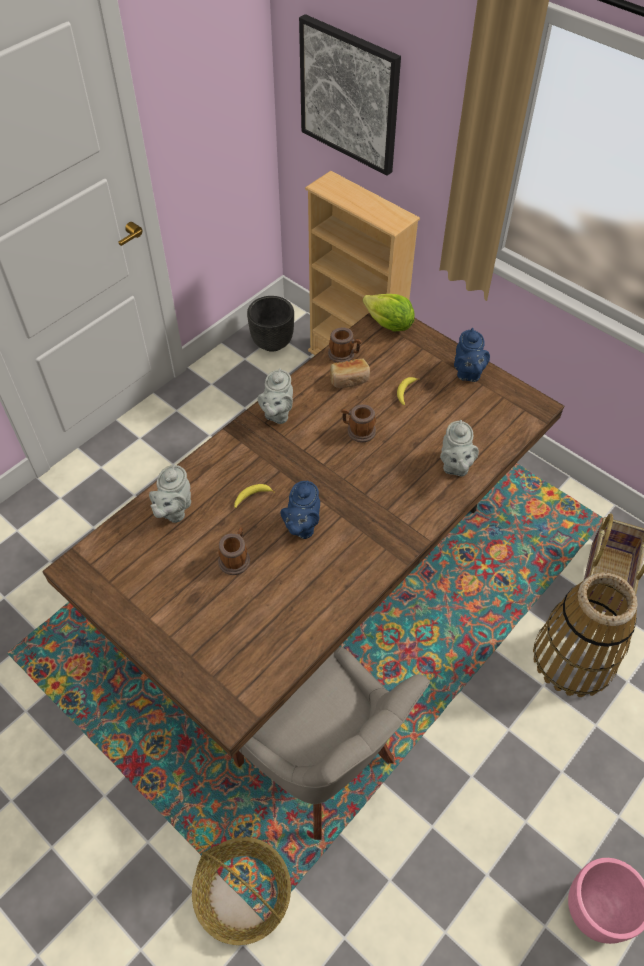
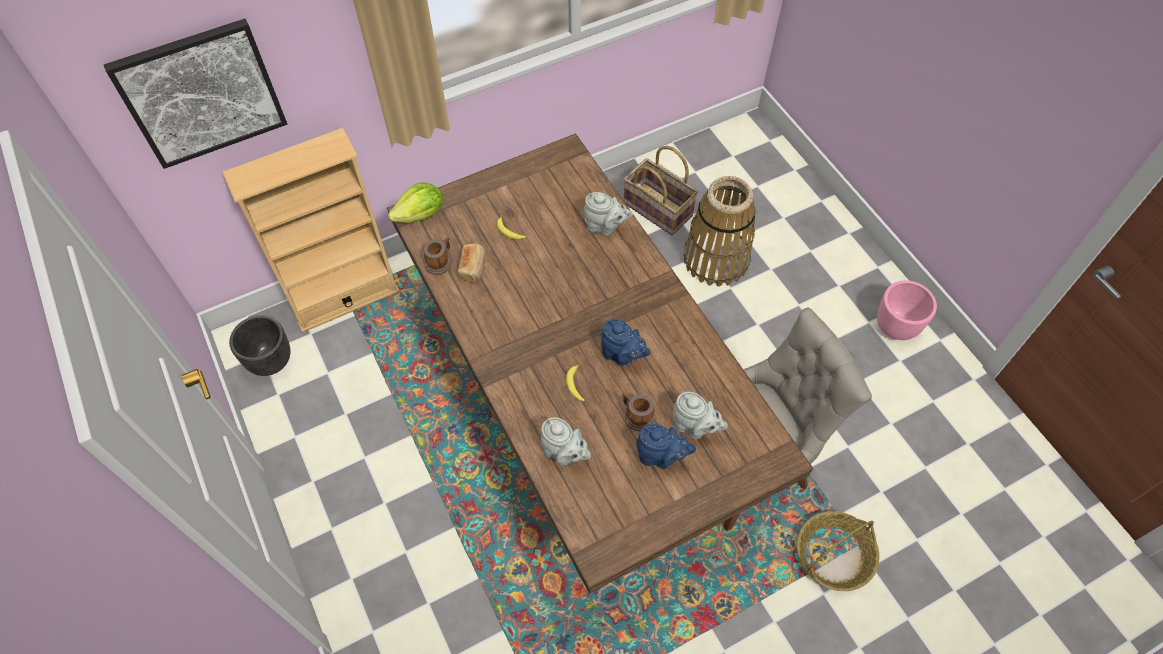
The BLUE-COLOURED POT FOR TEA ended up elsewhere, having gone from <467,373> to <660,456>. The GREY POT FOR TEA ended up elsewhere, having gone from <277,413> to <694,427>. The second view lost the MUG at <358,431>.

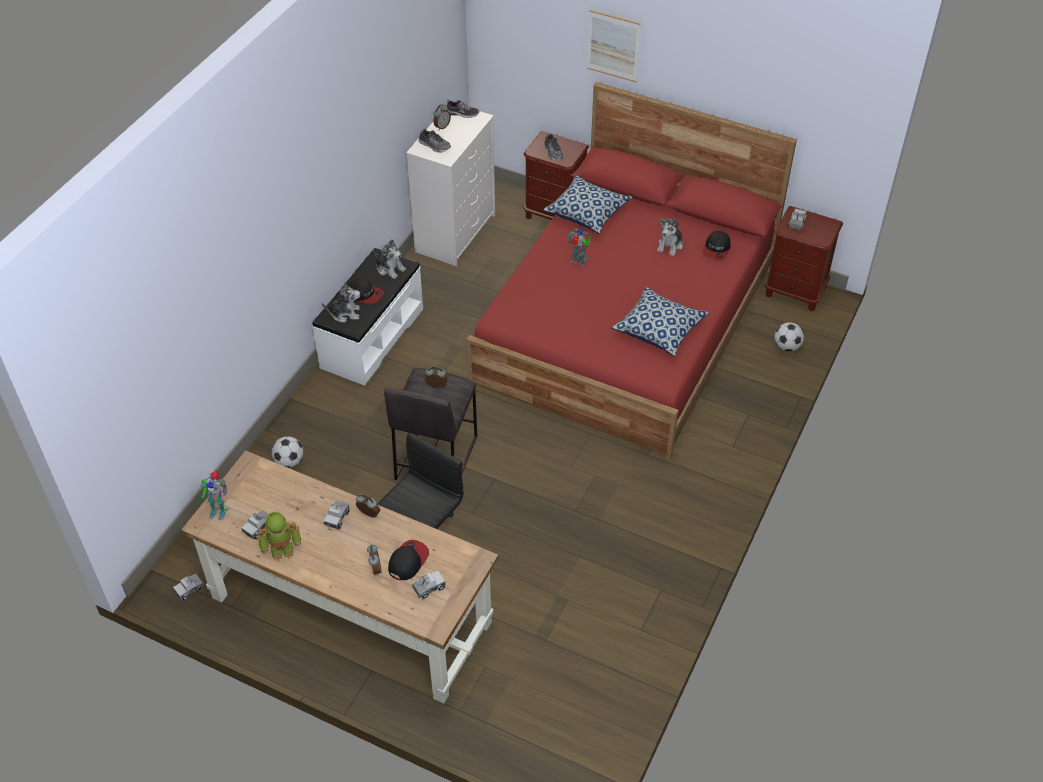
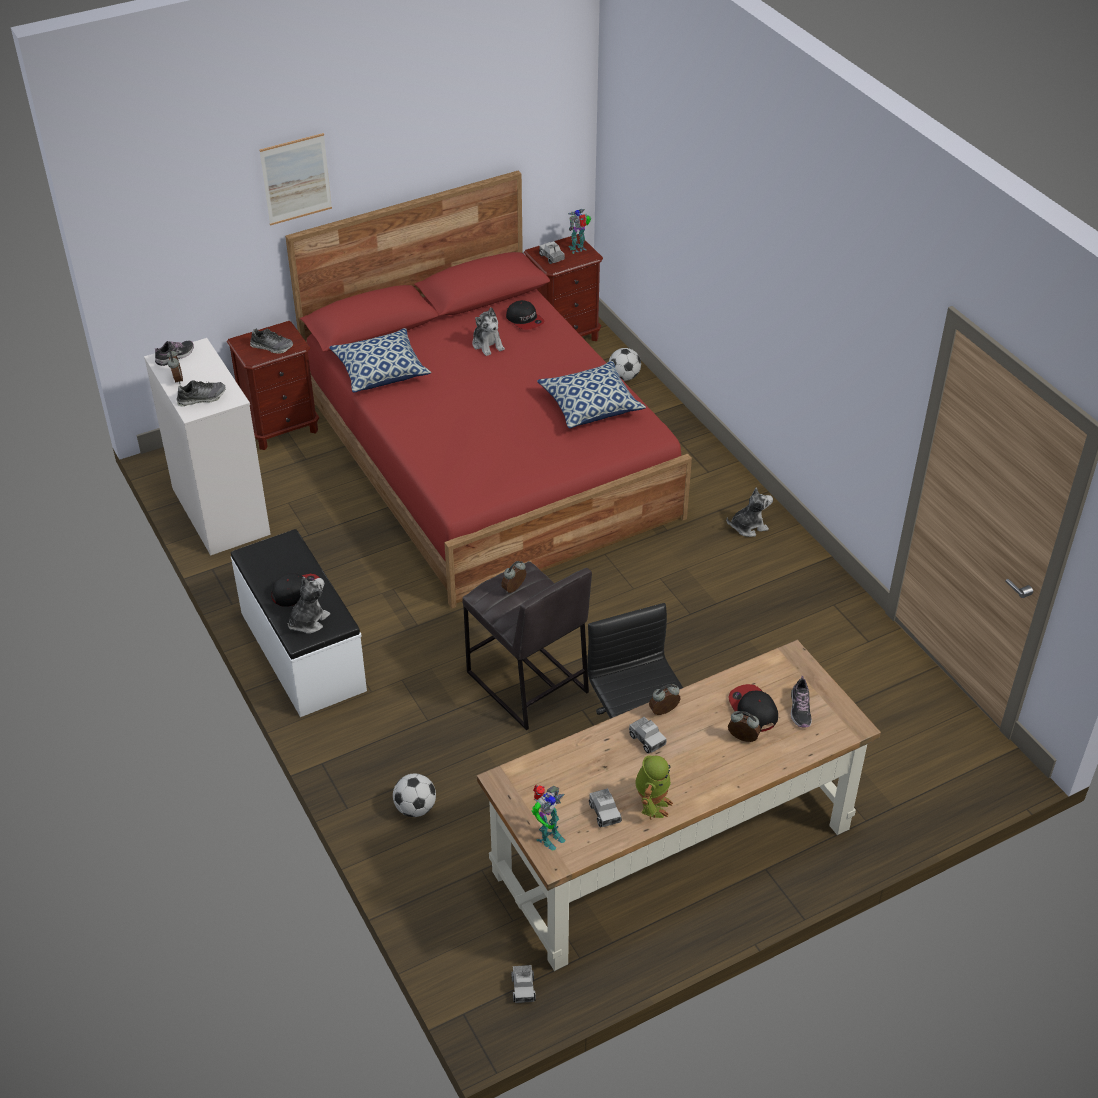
The ROBOT FIGURE ended up elsewhere, having gone from <579,261> to <578,249>. The SOFT TOY ended up elsewhere, having gone from <390,268> to <748,526>. Where the TOY LORRY stood at <429,587>, the SHOE came to stand at <800,709>.

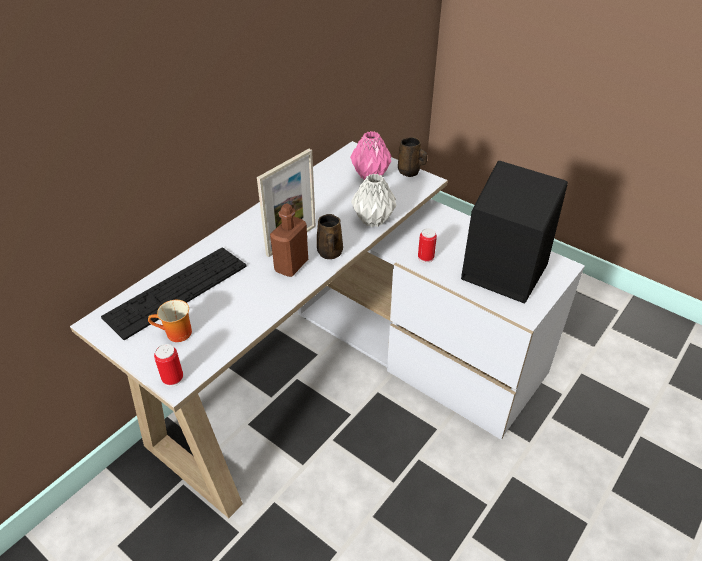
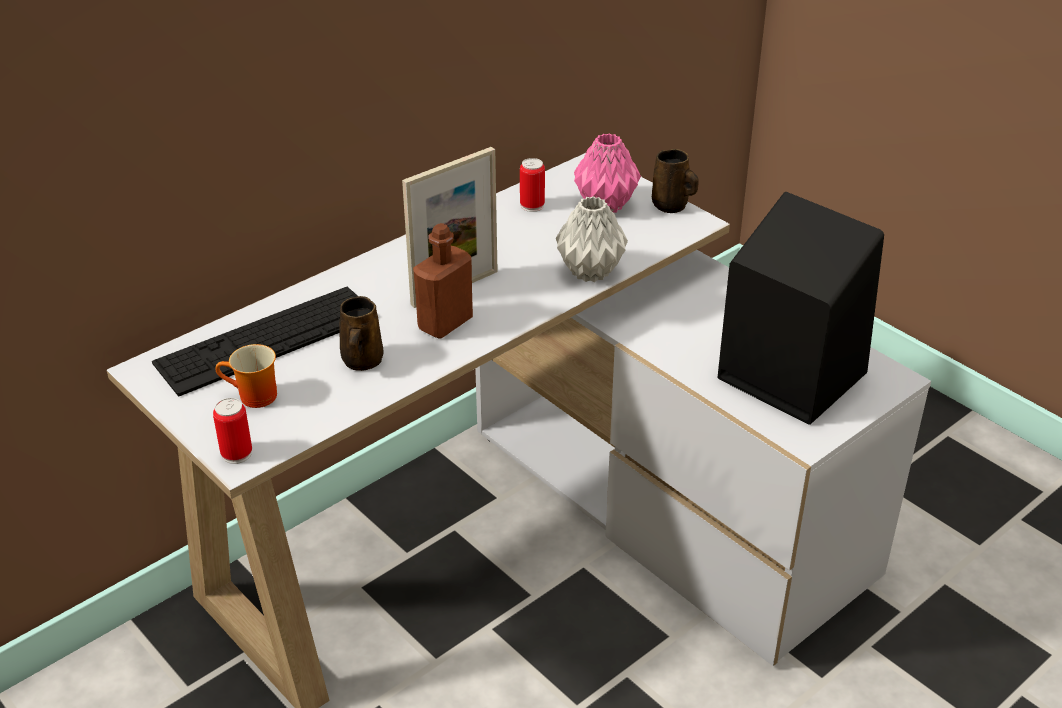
The BROWN-COLOURED MUG ended up elsewhere, having gone from <330,253> to <361,361>. The SEALED CAN ended up elsewhere, having gone from <425,257> to <532,205>.

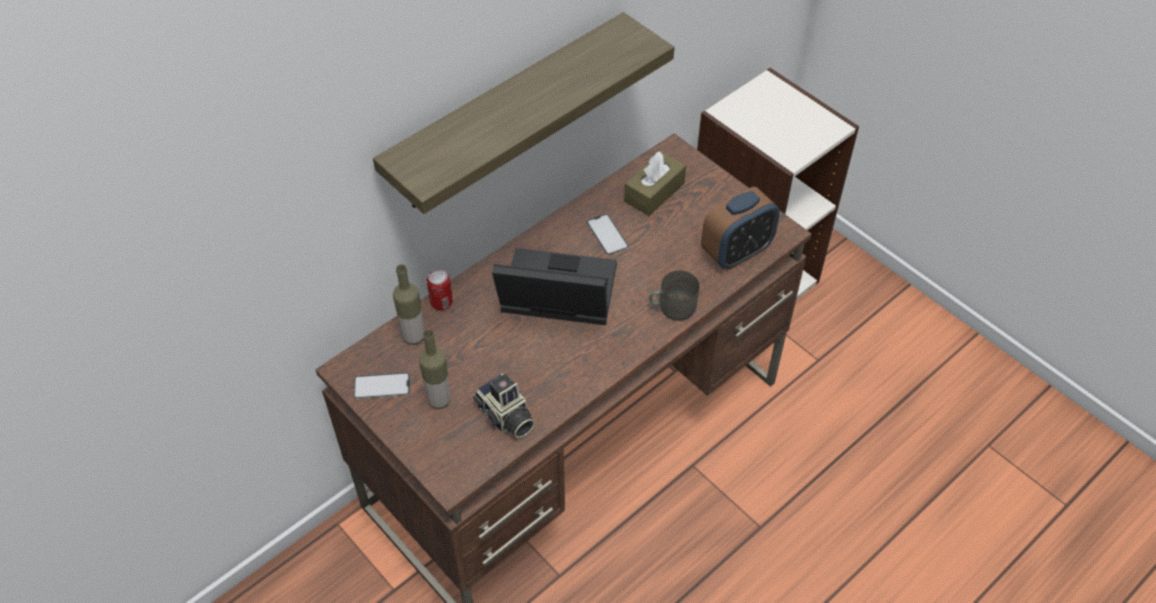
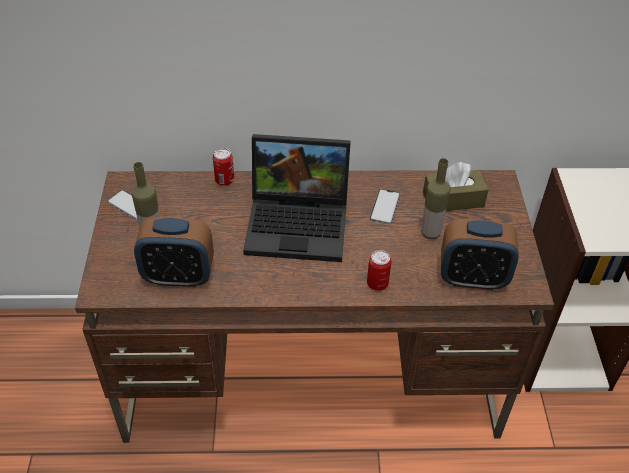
The second view lost the BRACKET SHELF at <507,114>. The PORTABLE COMPUTER at <554,297> ended up facing another way, 135 degrees clockwise from before. The BOTTLE ended up elsewhere, having gone from <413,337> to <430,233>. Where the GREY MUG stood at <672,307>, the SEALED CAN came to stand at <377,284>. Where the PHOTO CAMERA stood at <505,417>, the BEDSIDE CLOCK came to stand at <178,276>.

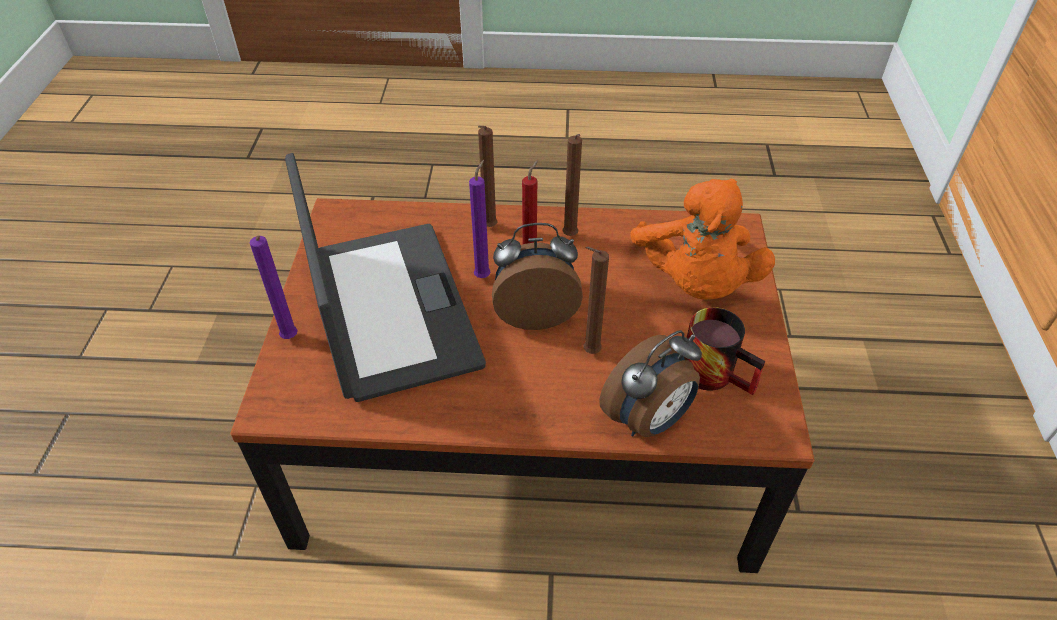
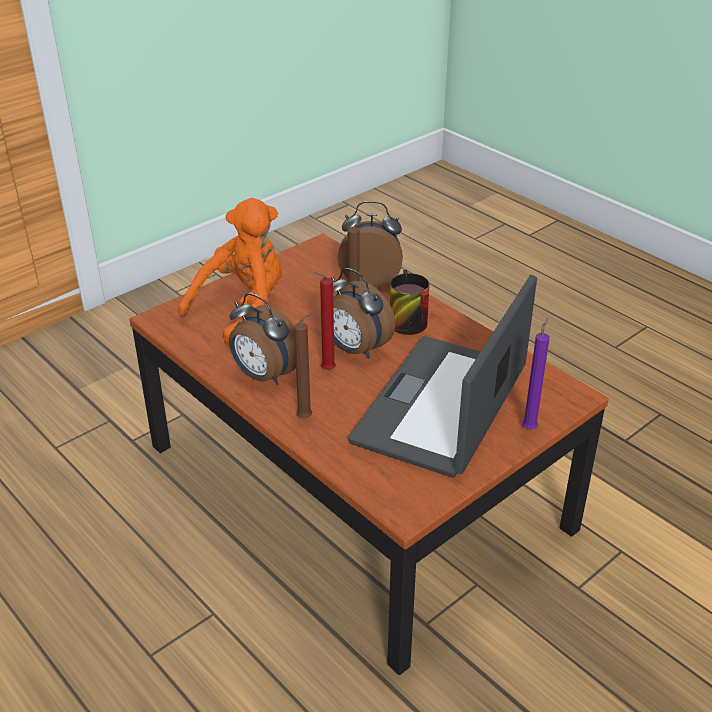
Where the BROWN-COLOURED CANDLE stood at <570,237>, the BEDSIDE CLOCK came to stand at <264,376>. The second view lost the PURPLE CANDLE at <484,275>. The MUG ended up elsewhere, having gone from <717,372> to <403,319>.

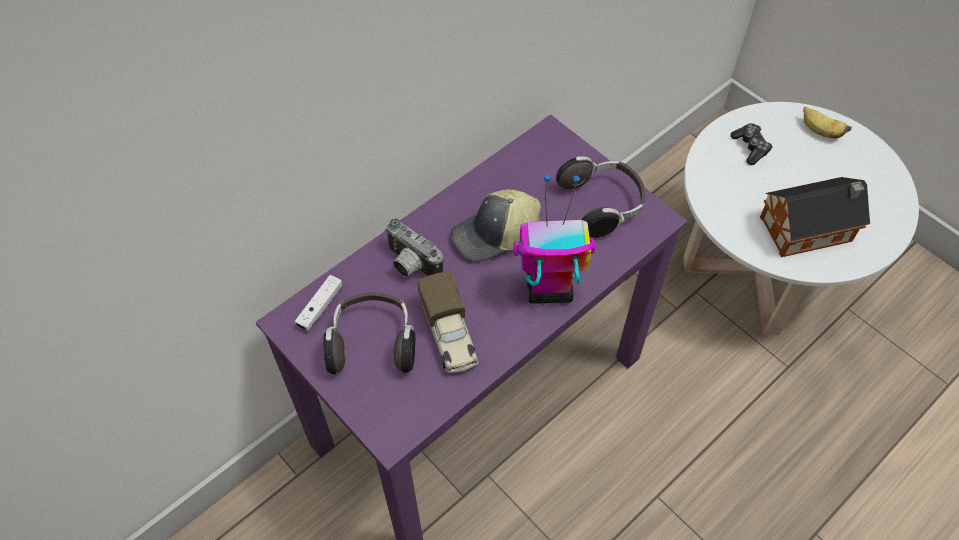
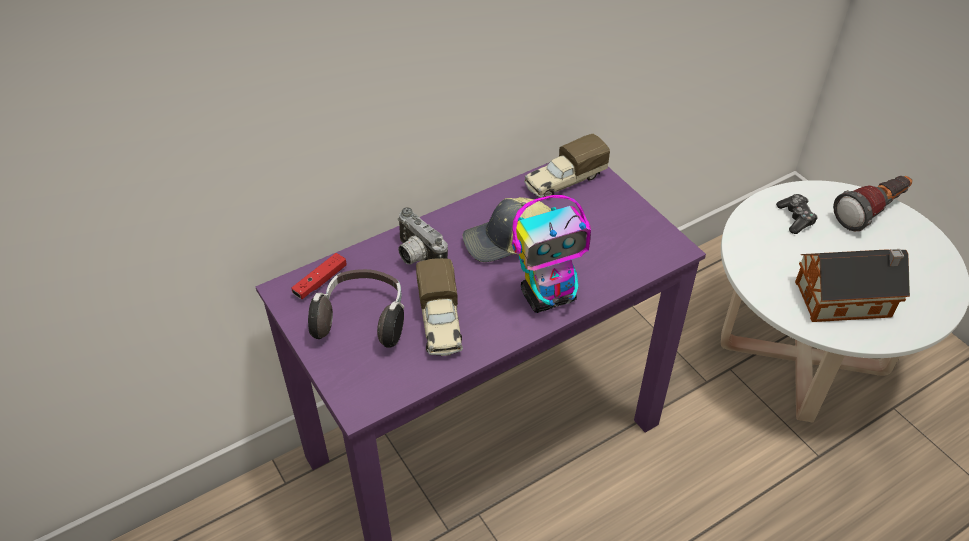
Where the BANANA stood at <819,131>, the TORCH came to stand at <871,212>. The second view lost the HEADPHONES at <602,205>. The ROBOT FIGURE at <547,289> ended up facing another way, 150 degrees clockwise from before. What was the WHITE JOYPAD at <320,307> turned into the REDDISH JOYPAD at <320,281>. The second view gained the TOY LORRY at <564,181>.

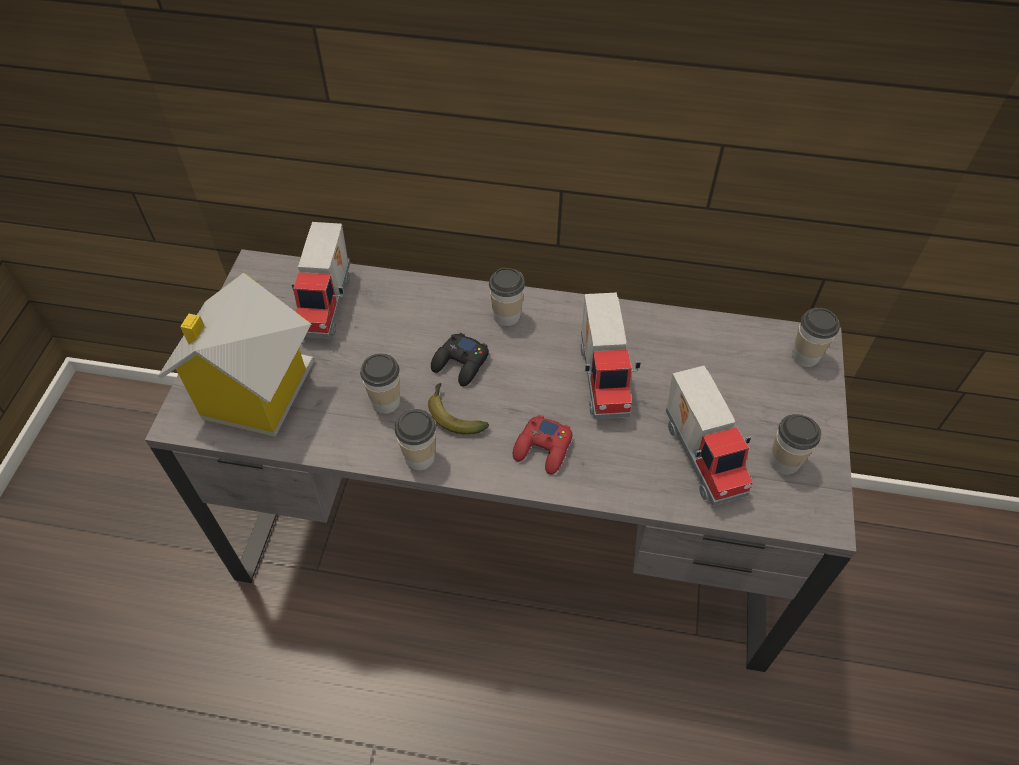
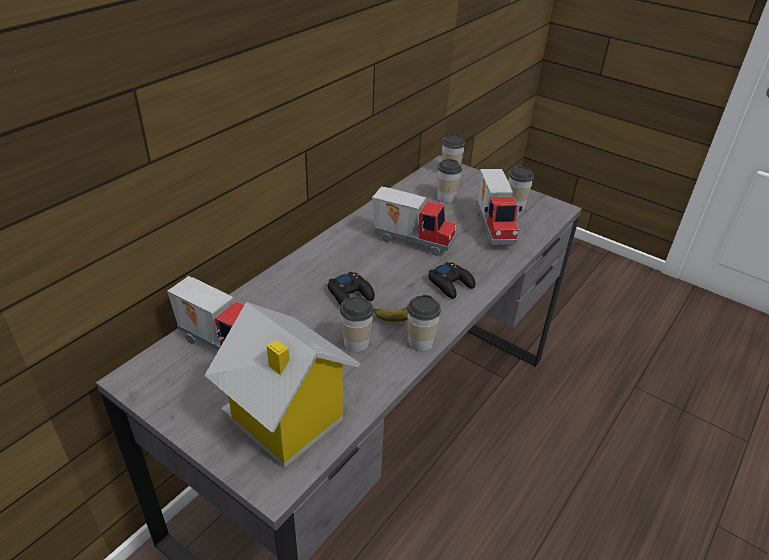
The DRINKING CUP ended up elsewhere, having gone from <507,316> to <446,197>. The TOY LORRY at <704,455> ended up facing another way, 75 degrees clockwise from before. What was the REDDISH JOYPAD at <543,449> turned into the BLACK JOYPAD at <451,284>.

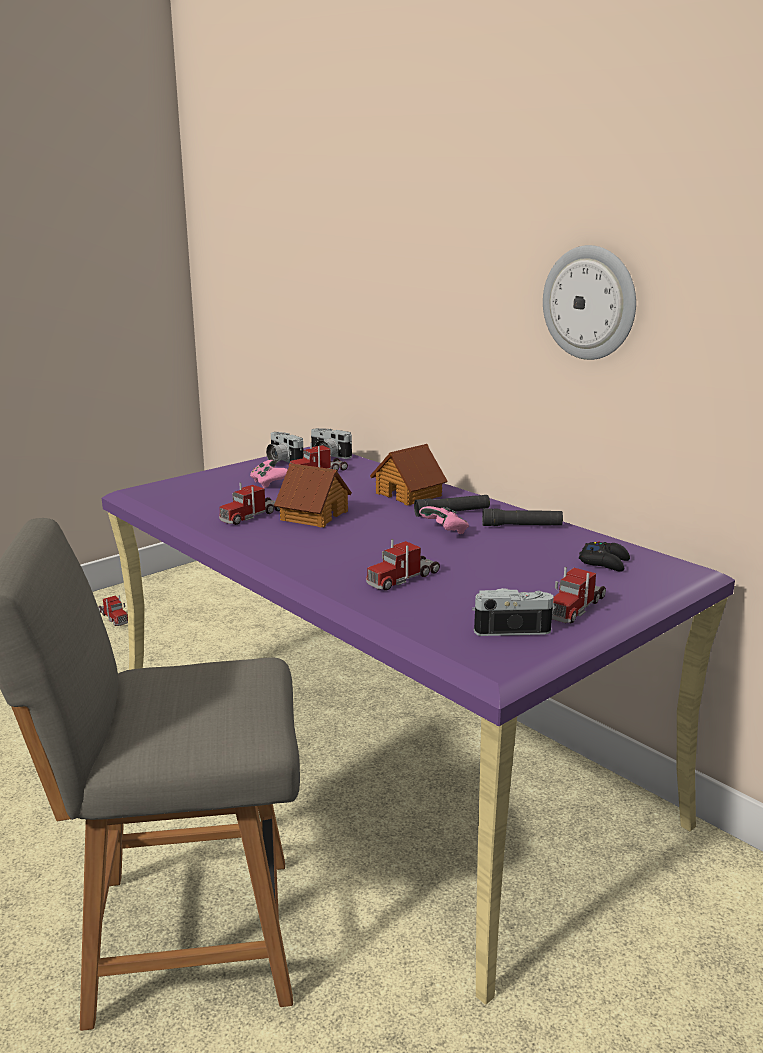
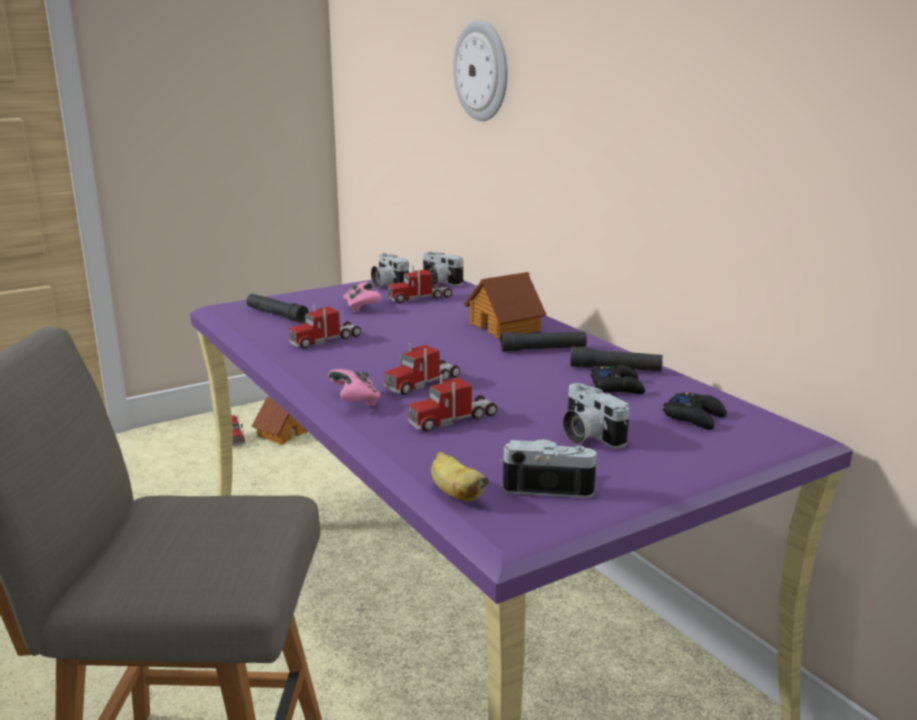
The HANGING CLOCK ended up elsewhere, having gone from <590,303> to <482,71>. The MINIATURE HOUSE ended up elsewhere, having gone from <313,515> to <282,433>. The PINKISH JOYPAD ended up elsewhere, having gone from <445,532> to <355,402>. The TOY LORRY ended up elsewhere, having gone from <576,608> to <422,383>. The second view gained the BLACK TORCH at <276,315>. The second view gained the BLACK JOYPAD at <617,387>. The second view gained the PHOTO CAMERA at <587,436>. The second view gained the BANANA at <455,493>.

